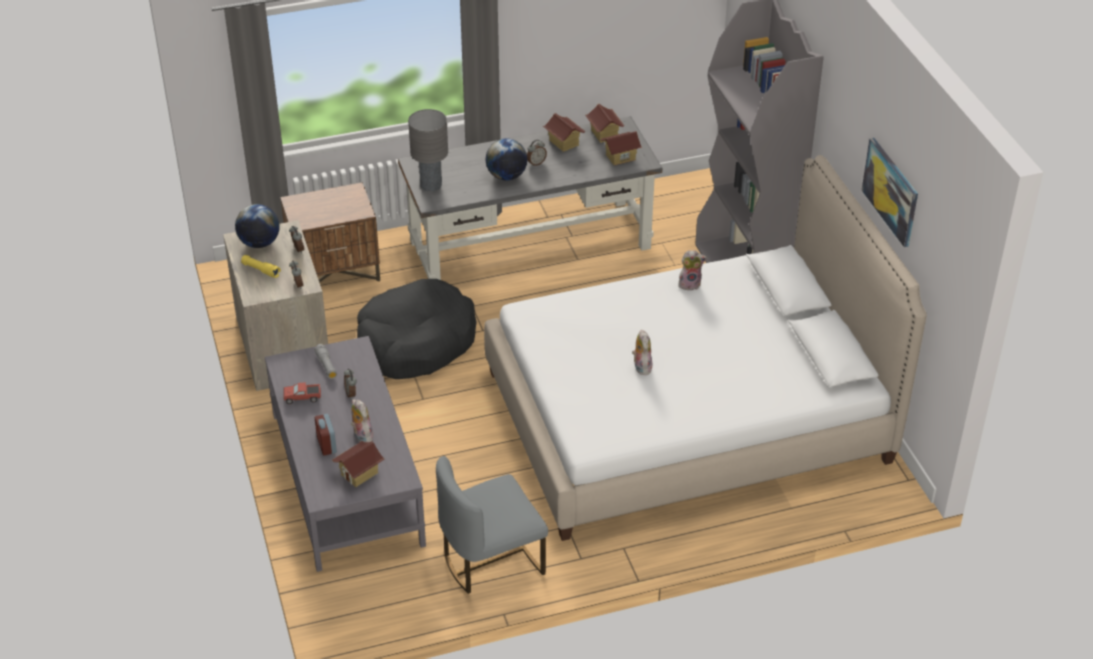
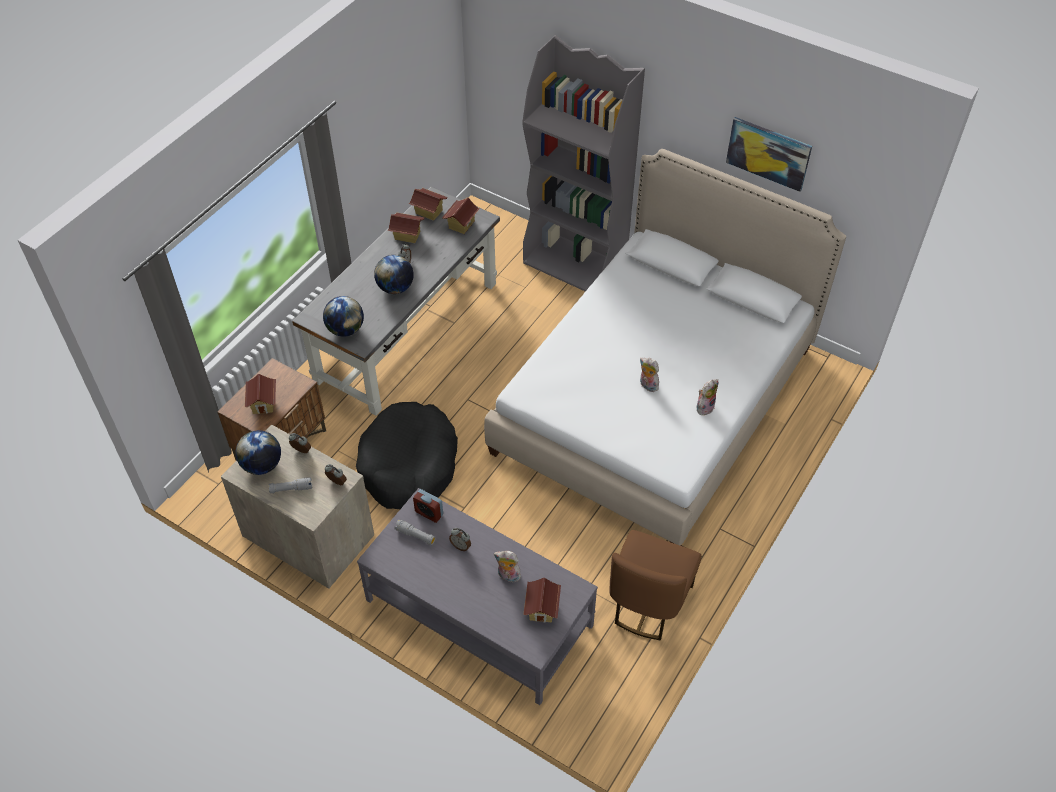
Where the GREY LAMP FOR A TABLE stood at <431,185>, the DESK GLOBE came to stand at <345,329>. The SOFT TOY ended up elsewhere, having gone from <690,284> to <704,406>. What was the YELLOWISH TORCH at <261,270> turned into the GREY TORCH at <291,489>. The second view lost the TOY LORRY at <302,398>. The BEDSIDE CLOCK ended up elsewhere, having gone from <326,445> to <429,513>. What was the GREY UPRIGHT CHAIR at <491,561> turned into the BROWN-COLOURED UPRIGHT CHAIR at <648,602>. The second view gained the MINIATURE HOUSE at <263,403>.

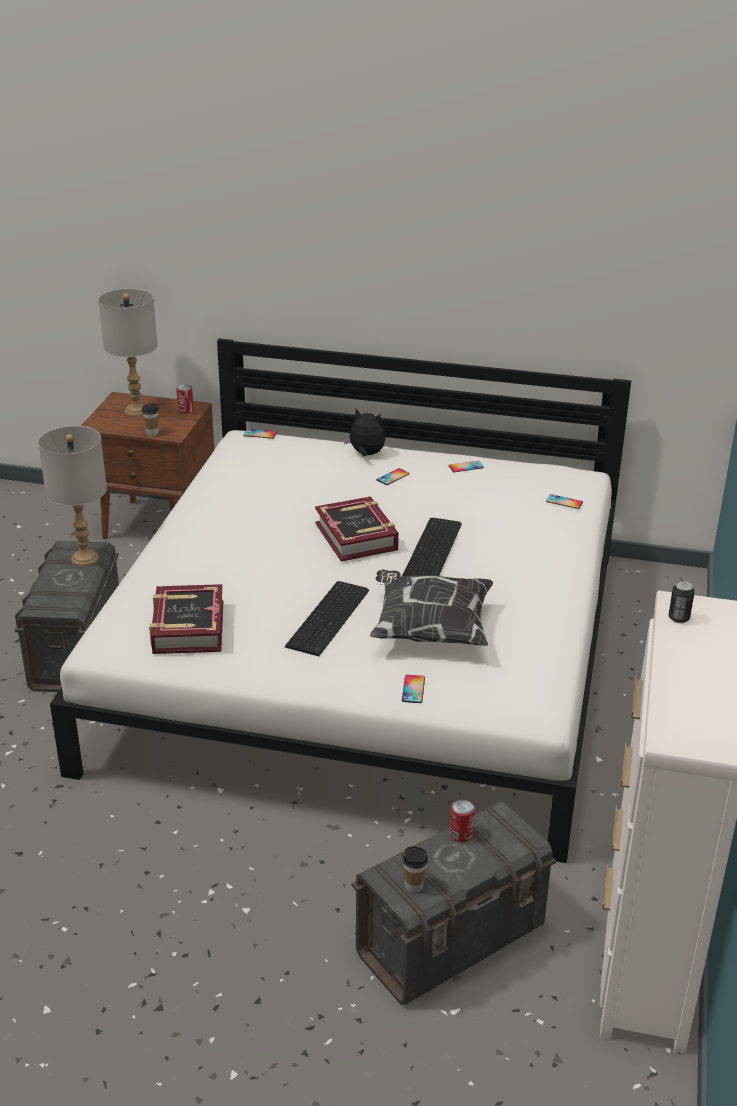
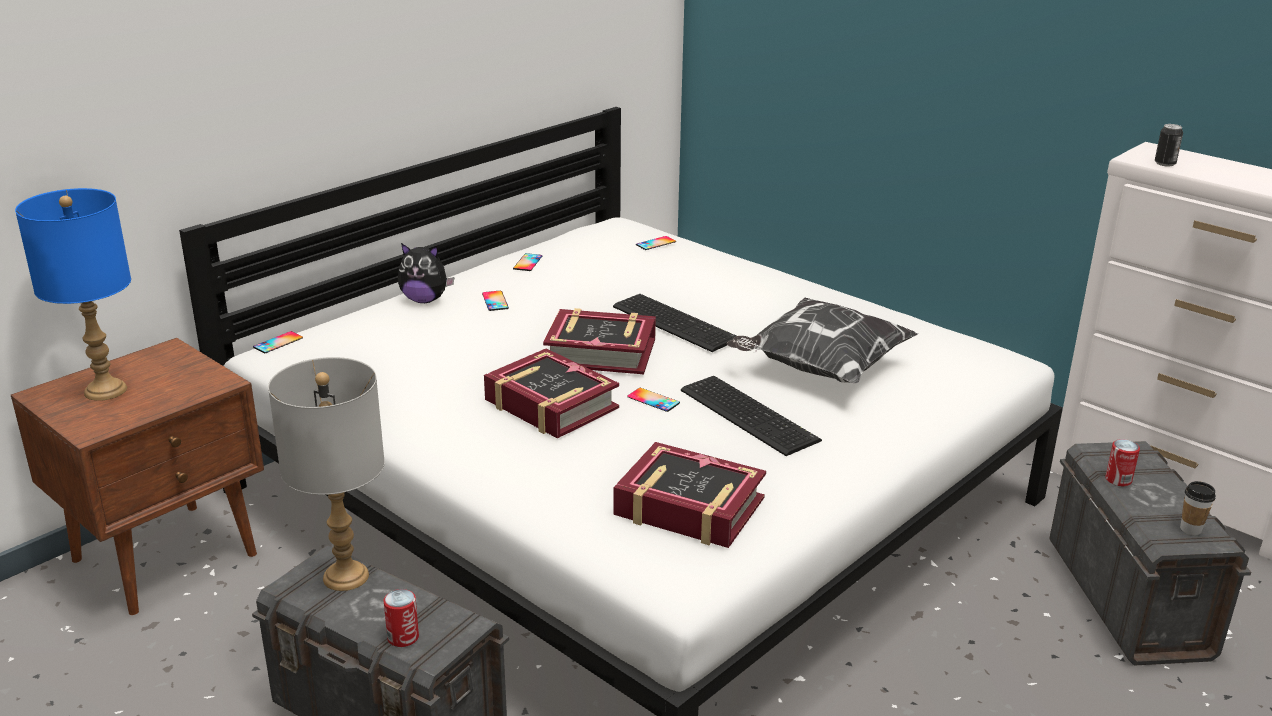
What was the GREY LAMP FOR A TABLE at <136,411> turned into the BLUE-COLOURED LAMP FOR A TABLE at <106,391>. The SEALED CAN ended up elsewhere, having gone from <185,410> to <403,637>. The second view lost the DRINKING CUP at <152,433>. The SOFT TOY at <366,454> ended up facing another way, 135 degrees counterclockwise from before. The HANDSET ended up elsewhere, having gone from <413,689> to <653,400>. The second view gained the VOLUME at <550,405>.

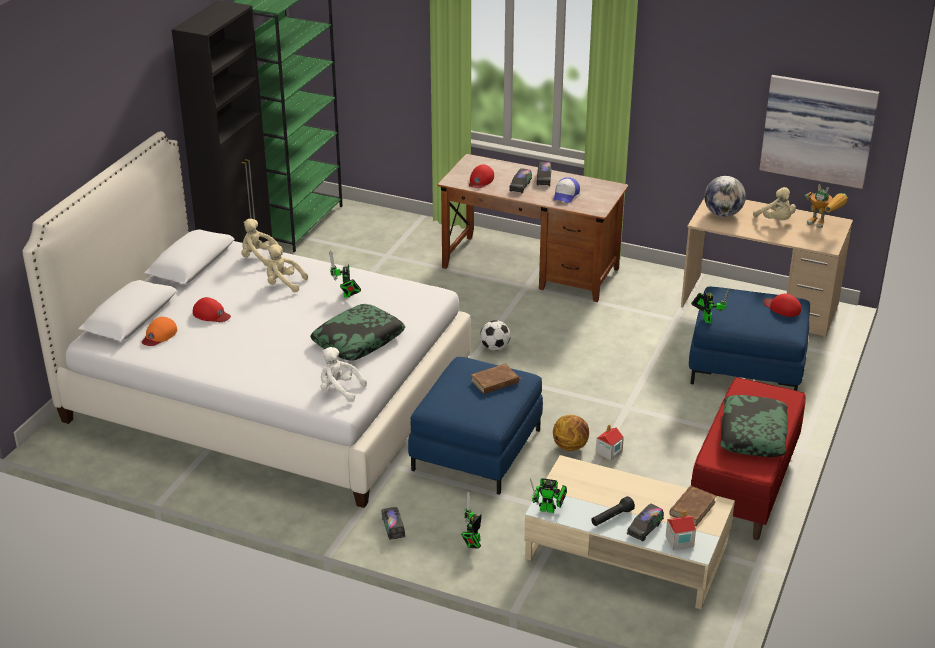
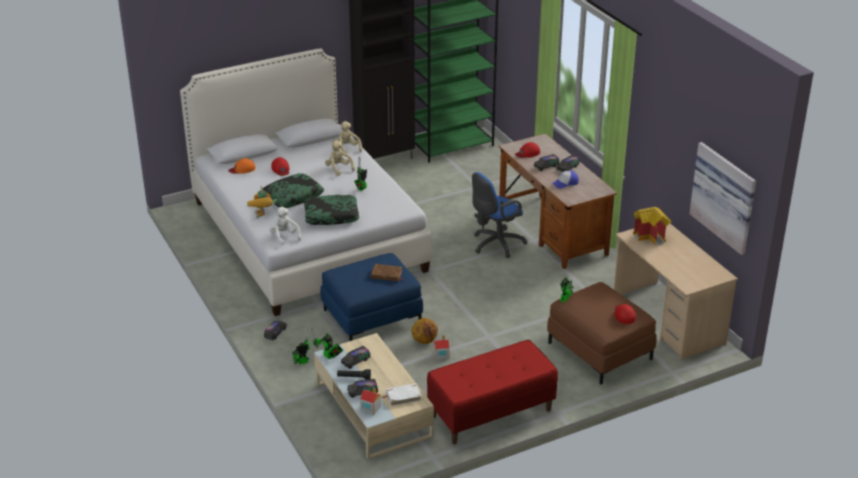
Where the DESK GLOBE stood at <723,214>, the MINIATURE HOUSE came to stand at <651,236>. The ROBOT FIGURE ended up elsewhere, having gone from <823,225> to <263,217>. The second view lost the BEIGE SOFT TOY at <775,221>. What was the BLUE-COLOURED FOOTREST at <747,367> turned into the BROWN-COLOURED FOOTREST at <600,351>. The second view lost the FOOTBALL at <495,348>. The PILLOW ended up elsewhere, having gone from <752,434> to <293,196>. What was the BROWN-COLOURED VOLUME at <692,508> turned into the WHITE VOLUME at <403,396>. The second view gained the BLUE-COLOURED COMPUTER CHAIR at <495,244>. The second view gained the TOY LORRY at <355,361>.

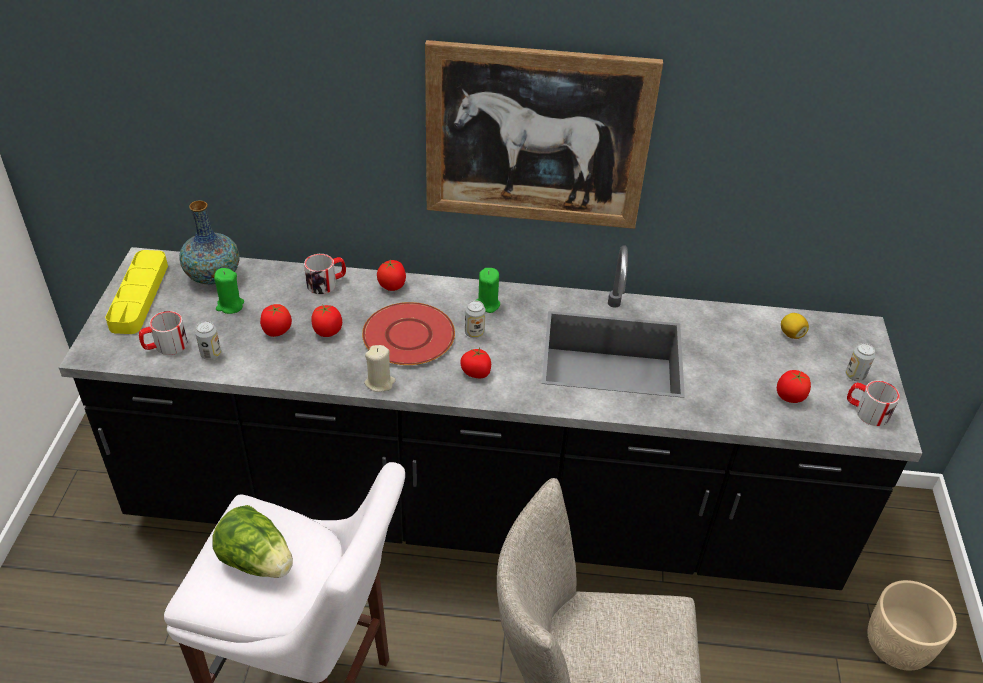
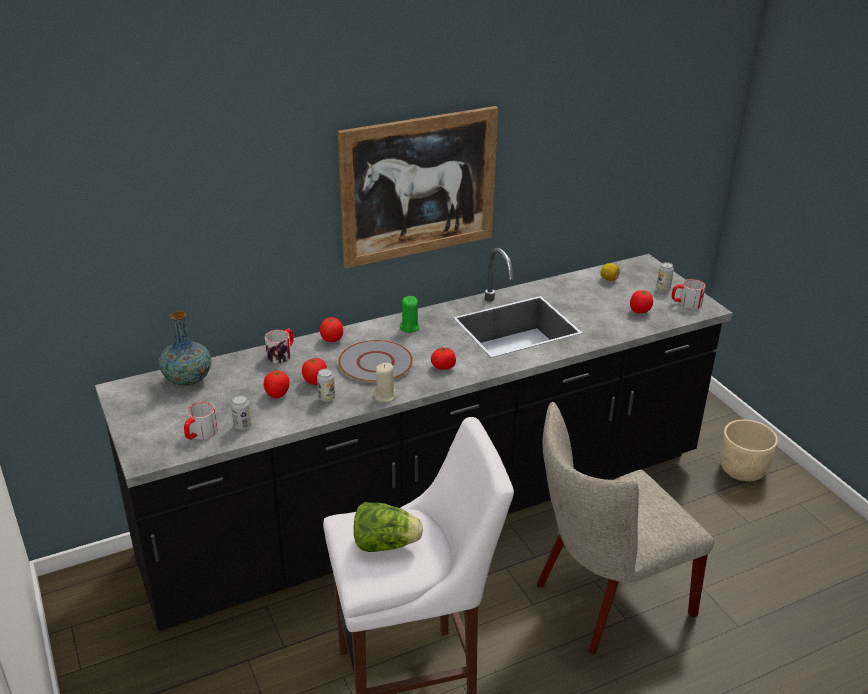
The second view lost the YELLOWISH TRAY at <139,296>. The second view lost the GREEN-COLOURED CANDLE at <230,306>. The SEALED CAN ended up elsewhere, having gone from <474,333> to <326,398>. What was the REDDISH DINNER PLATE at <409,336> turned into the GREY DINNER PLATE at <376,363>.

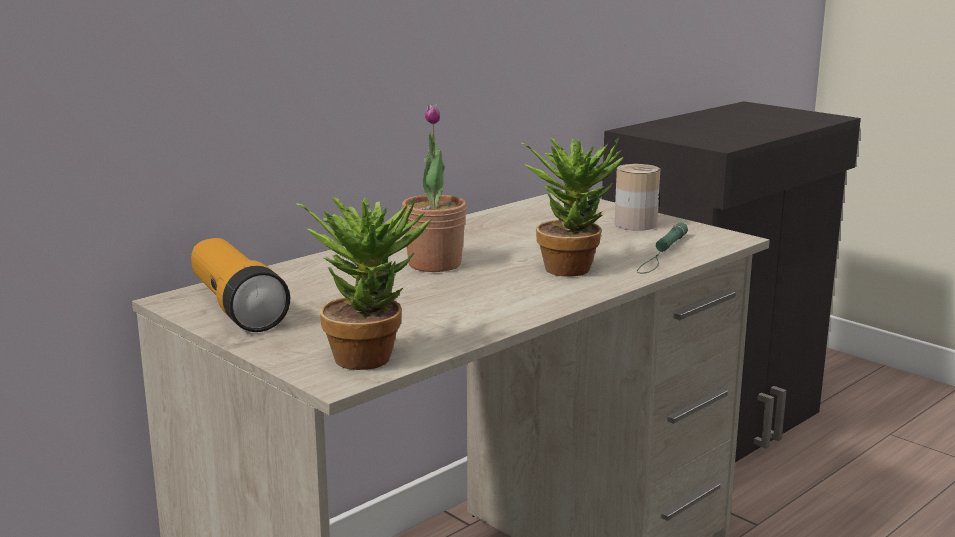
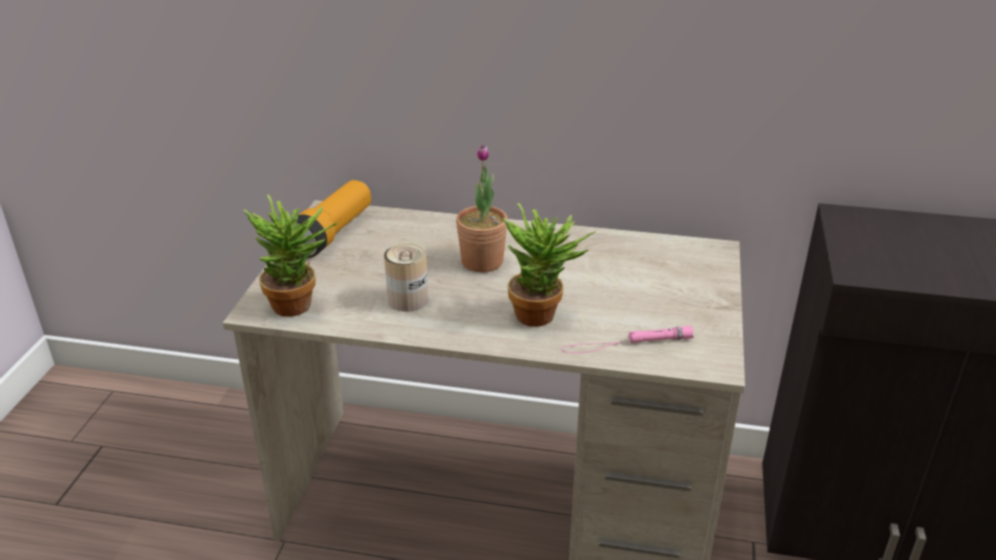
The SEALED CAN ended up elsewhere, having gone from <635,224> to <408,299>. What was the GREEN-COLOURED TORCH at <662,253> turned into the PINKISH TORCH at <626,344>.

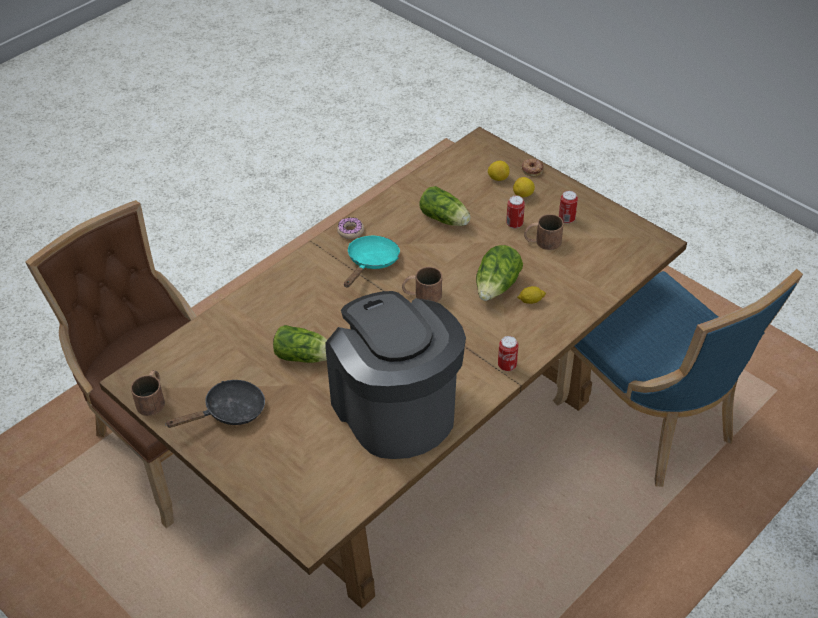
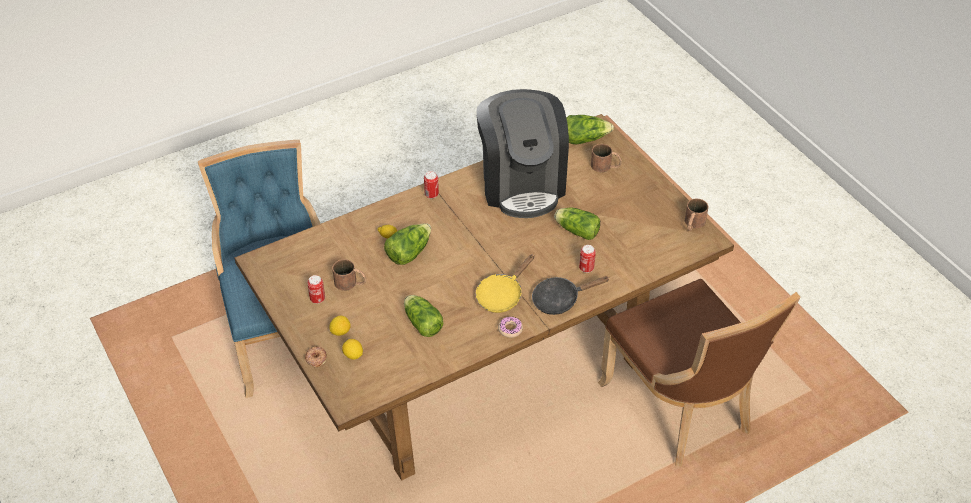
The SEALED CAN ended up elsewhere, having gone from <514,224> to <586,268>. What was the TURQUOISE-COLOURED SKILLET at <371,262> turned into the YELLOWISH SKILLET at <502,295>. The BROWN-COLOURED MUG ended up elsewhere, having gone from <421,294> to <606,166>. The BLACK SKILLET ended up elsewhere, having gone from <229,412> to <560,300>. The second view gained the HEAD OF LETTUCE at <584,139>.

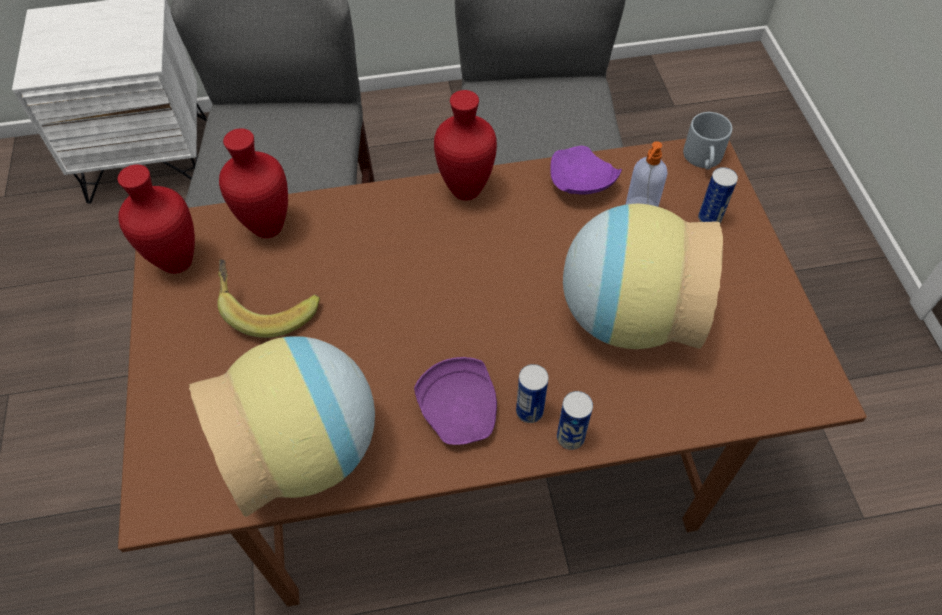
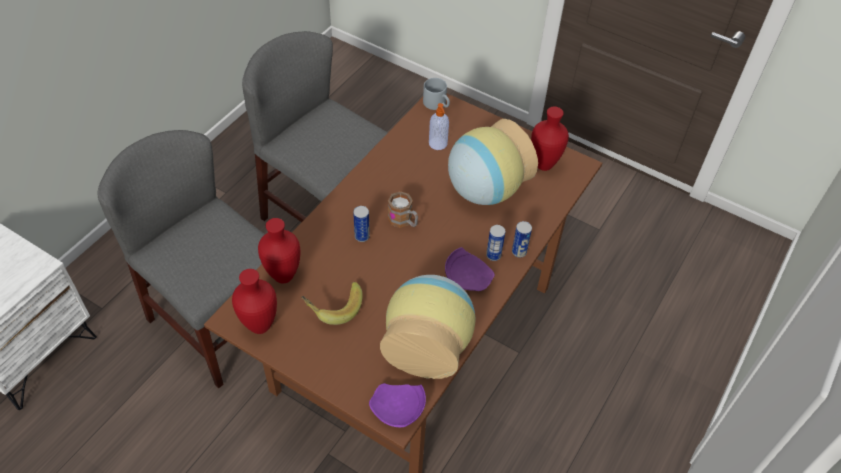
The REDDISH VASE ended up elsewhere, having gone from <466,189> to <543,164>. The PURPLE DINNER PLATE ended up elsewhere, having gone from <579,183> to <398,410>. The SEALED CAN ended up elsewhere, having gone from <709,218> to <362,236>. The second view gained the MUG at <403,221>.

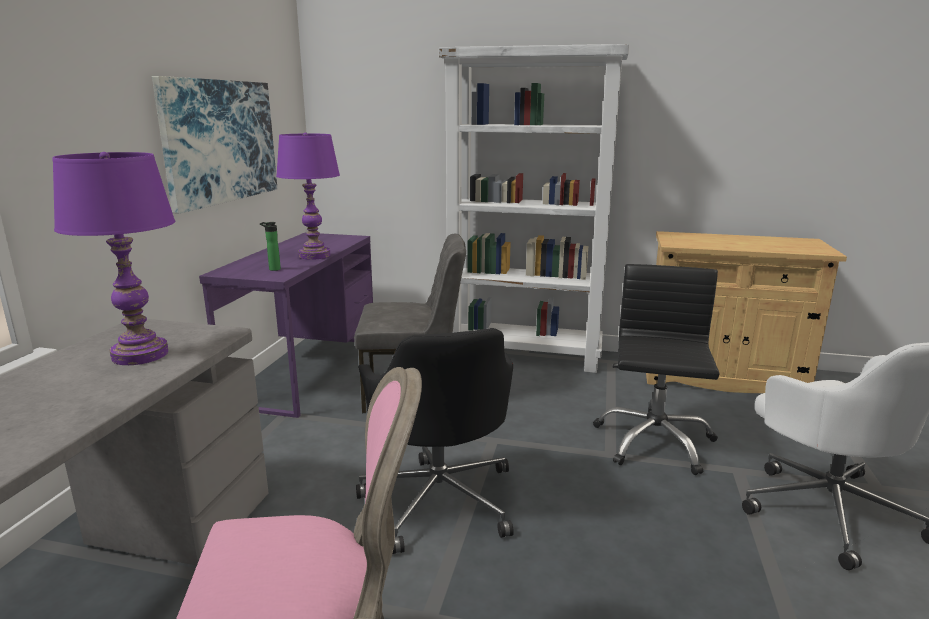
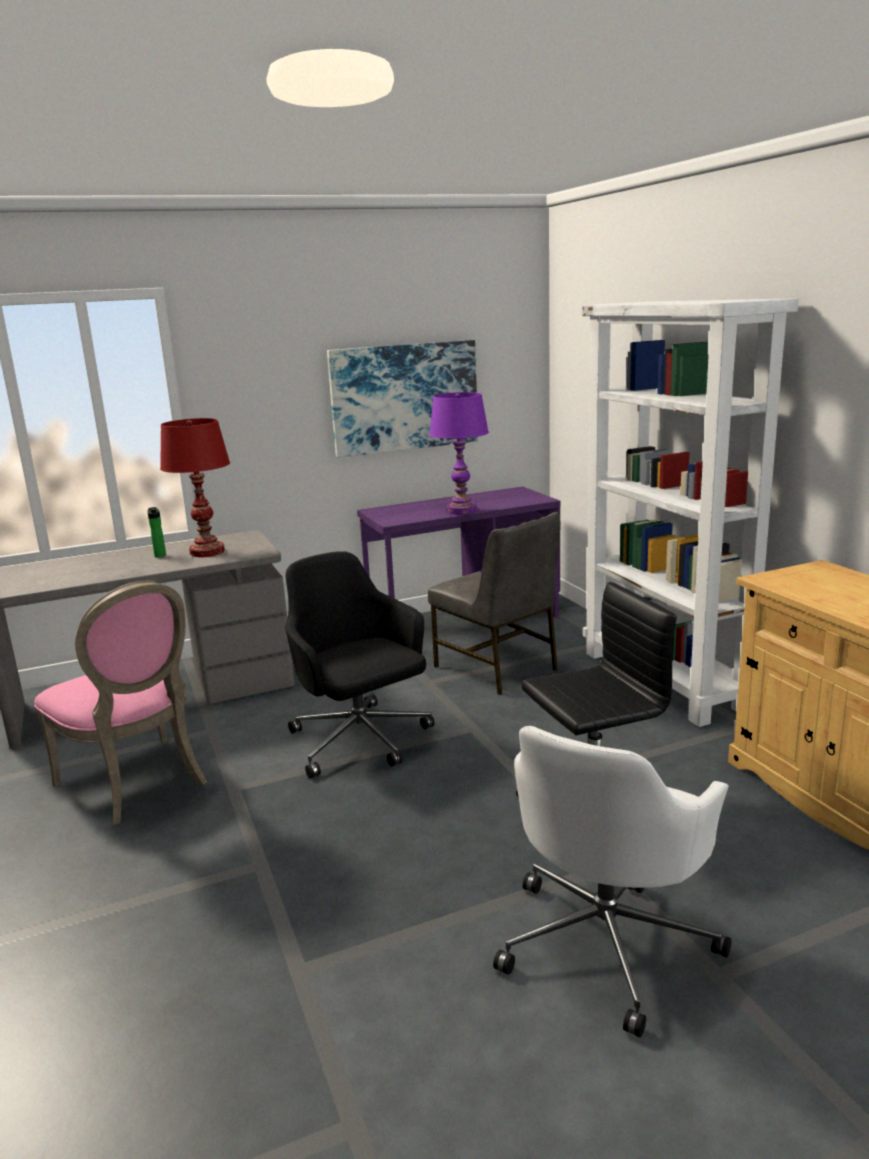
What was the PURPLE LAMP FOR A TABLE at <140,355> turned into the REDDISH LAMP FOR A TABLE at <207,552>. The BOTTLE ended up elsewhere, having gone from <273,269> to <160,555>. The BLACK COMPUTER CHAIR at <439,498> ended up facing another way, 105 degrees clockwise from before.

